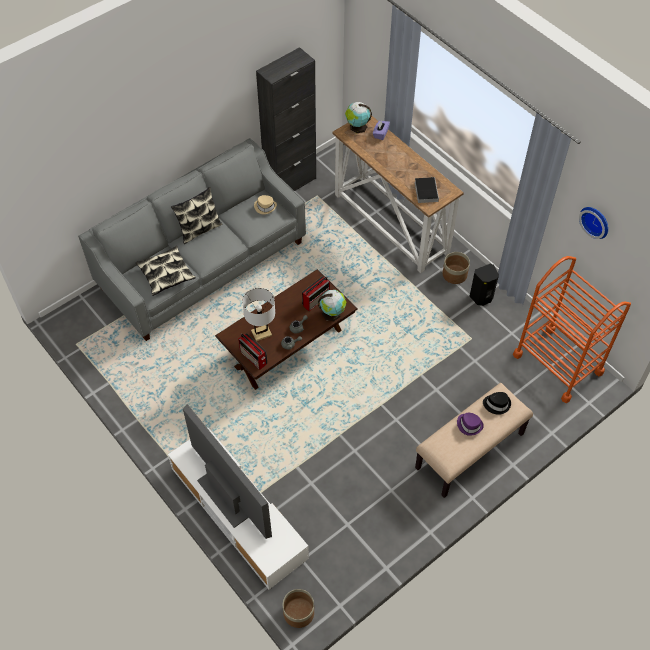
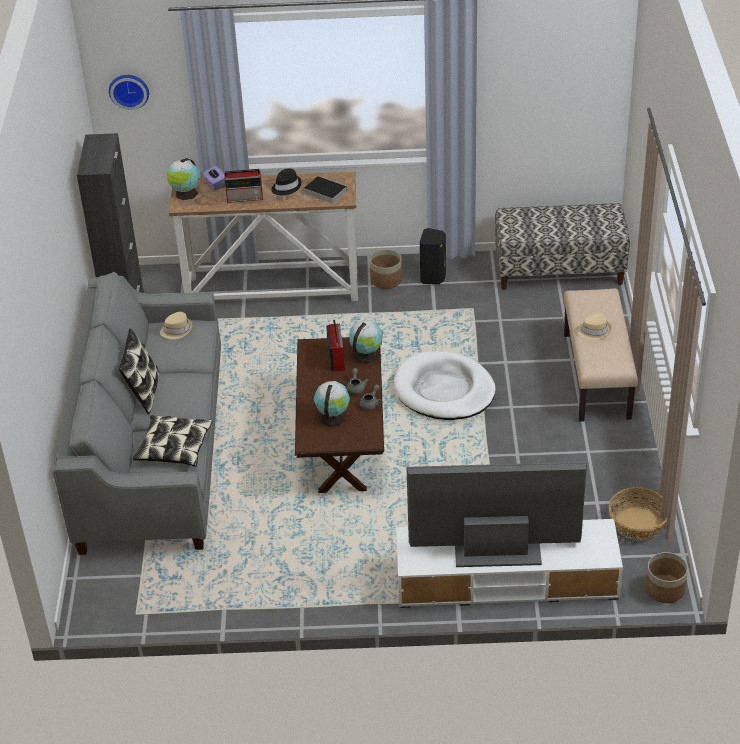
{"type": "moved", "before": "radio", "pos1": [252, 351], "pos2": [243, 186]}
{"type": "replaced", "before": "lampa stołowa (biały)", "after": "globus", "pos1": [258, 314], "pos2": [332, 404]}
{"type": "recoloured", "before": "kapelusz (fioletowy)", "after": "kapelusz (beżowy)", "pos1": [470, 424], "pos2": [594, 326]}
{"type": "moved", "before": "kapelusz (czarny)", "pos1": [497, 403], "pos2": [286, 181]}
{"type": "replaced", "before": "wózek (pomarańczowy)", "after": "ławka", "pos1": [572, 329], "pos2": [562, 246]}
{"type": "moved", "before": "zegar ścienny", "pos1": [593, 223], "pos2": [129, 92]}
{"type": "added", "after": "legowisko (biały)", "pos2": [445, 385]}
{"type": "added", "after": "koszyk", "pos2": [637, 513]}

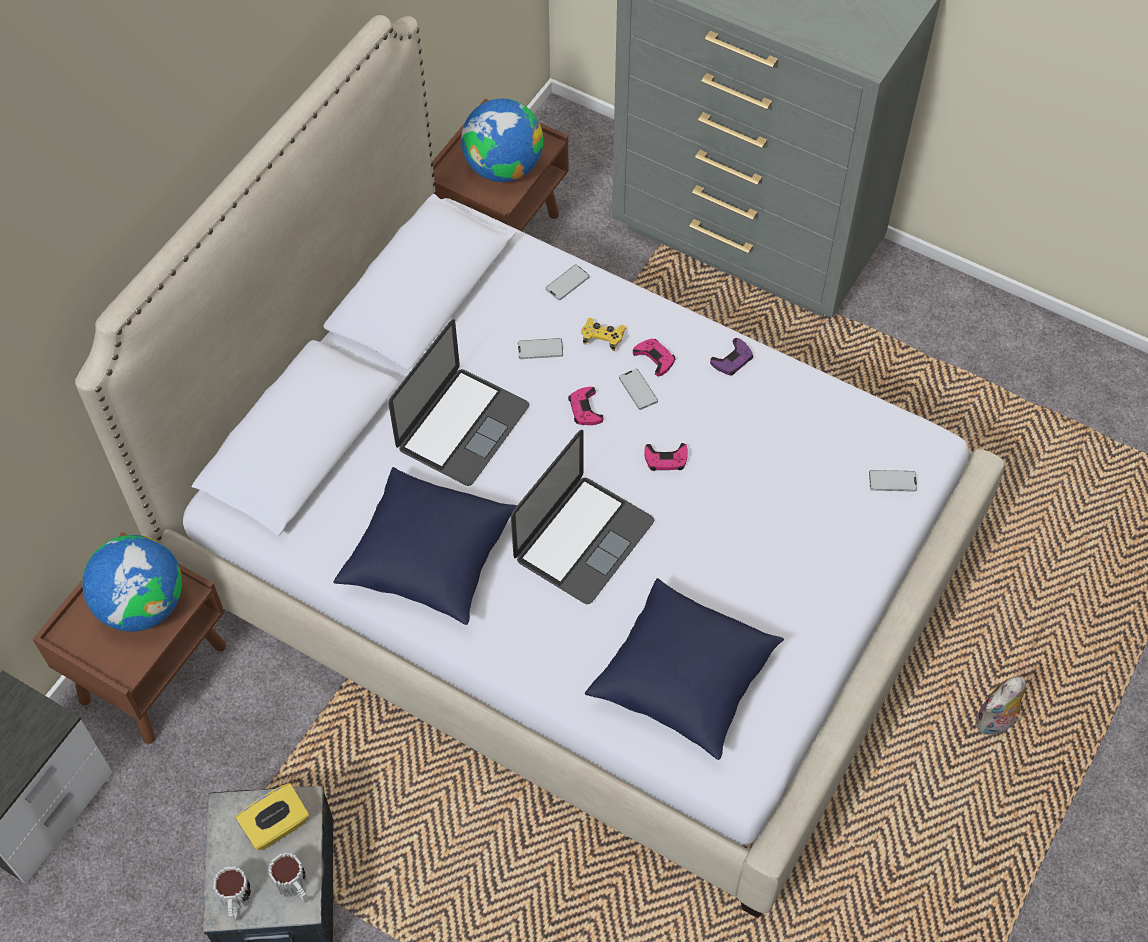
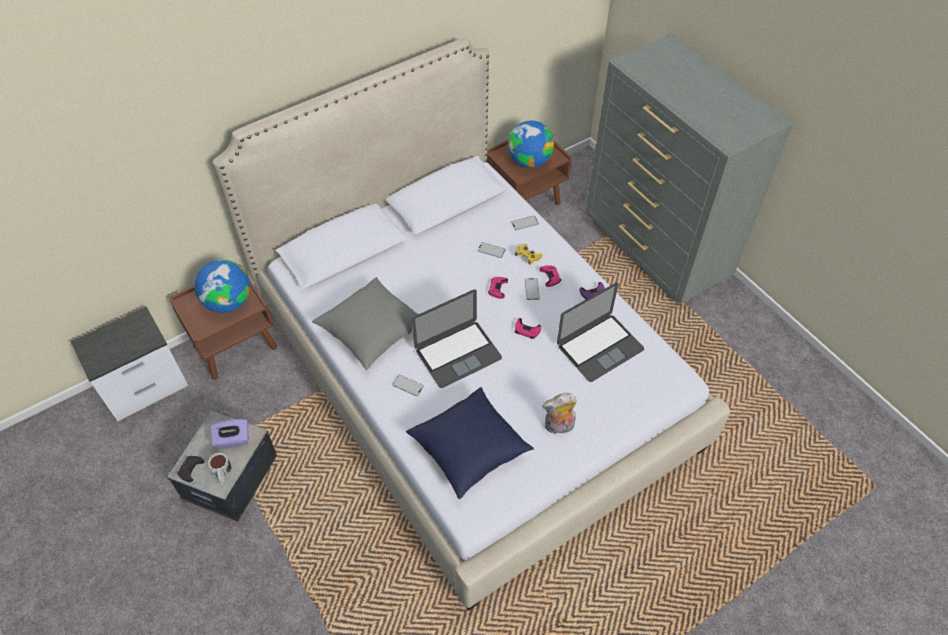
{"type": "replaced", "before": "kubek", "after": "pad do gier (czarny)", "pos1": [233, 894], "pos2": [190, 469]}
{"type": "recoloured", "before": "pudełko chusteczek (żółty)", "after": "pudełko chusteczek (fioletowy)", "pos1": [272, 816], "pos2": [229, 434]}
{"type": "recoloured", "before": "poduszka (niebieski)", "after": "poduszka (szary)", "pos1": [425, 546], "pos2": [365, 323]}
{"type": "moved", "before": "laptop", "pos1": [459, 402], "pos2": [600, 332]}
{"type": "moved", "before": "telefon", "pos1": [893, 481], "pos2": [408, 385]}
{"type": "moved", "before": "pluszak", "pos1": [1000, 706], "pos2": [559, 413]}

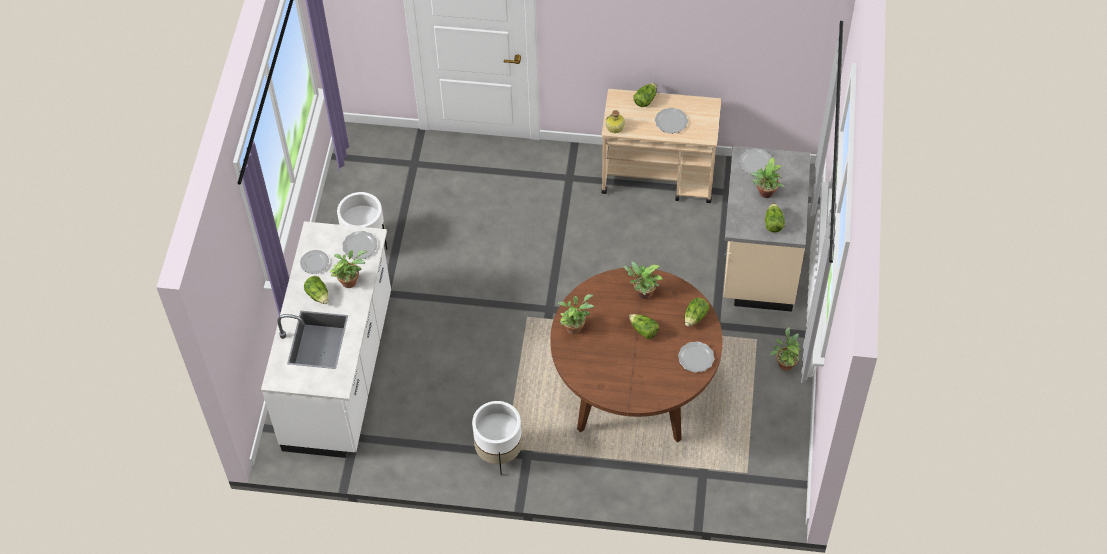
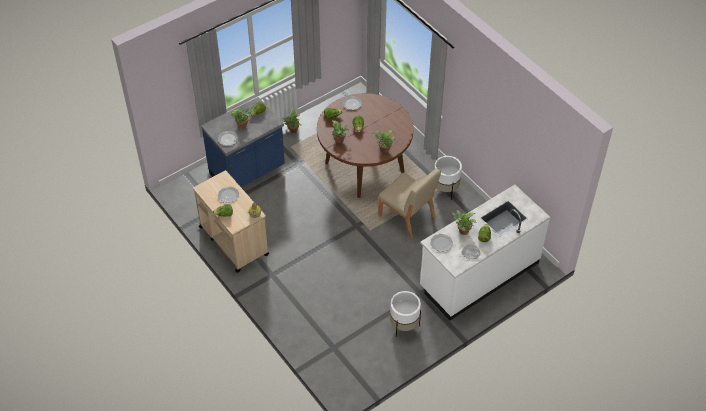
{"type": "recoloured", "before": "zabudowa kuchenna (beżowy)", "after": "zabudowa kuchenna (niebieski)", "pos1": [767, 229], "pos2": [243, 142]}
{"type": "added", "after": "krzesło (beżowy)", "pos2": [409, 204]}

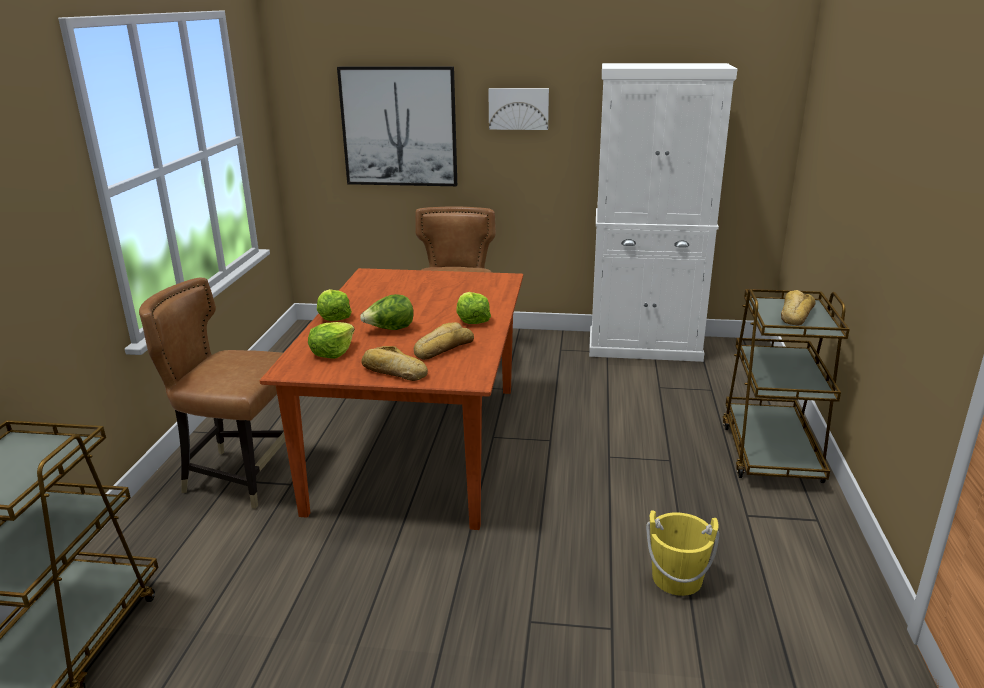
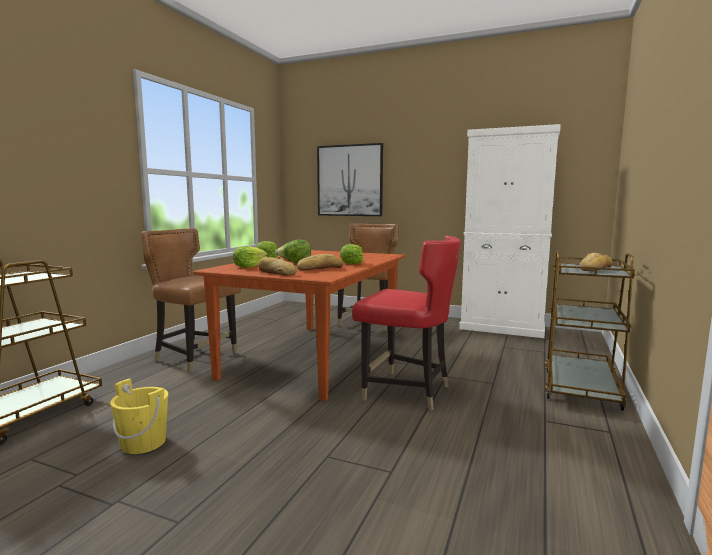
{"type": "removed", "before": "obraz", "pos1": [518, 109]}
{"type": "moved", "before": "wiadro (żółty)", "pos1": [682, 553], "pos2": [139, 416]}
{"type": "added", "after": "krzesło (czerwony)", "pos2": [406, 323]}

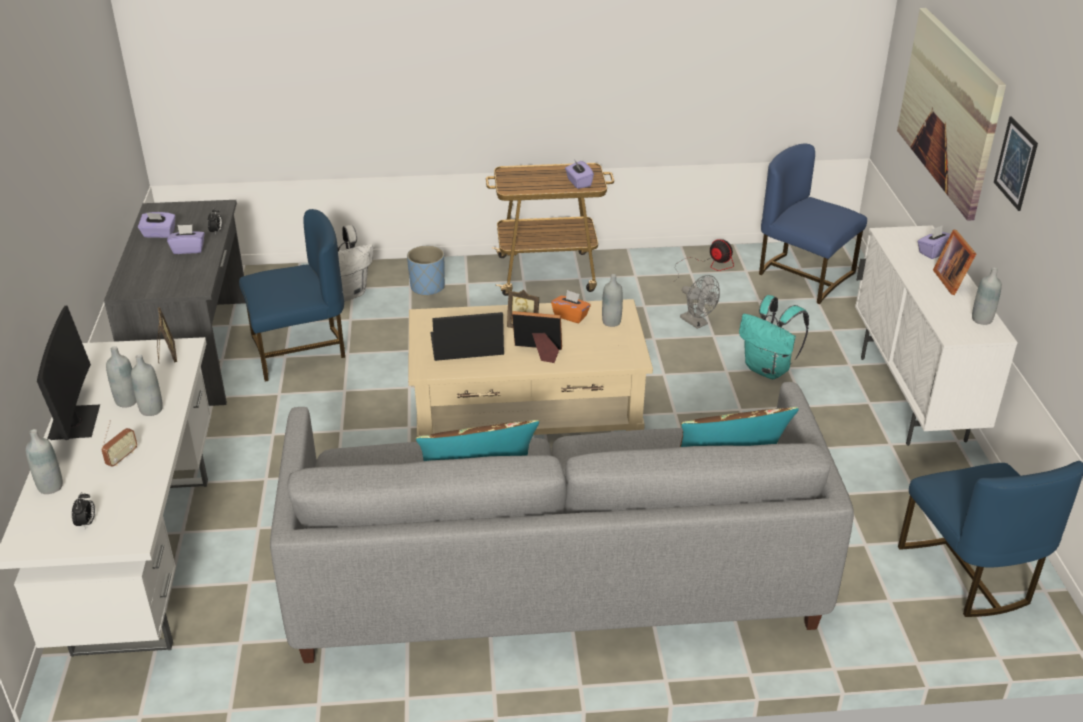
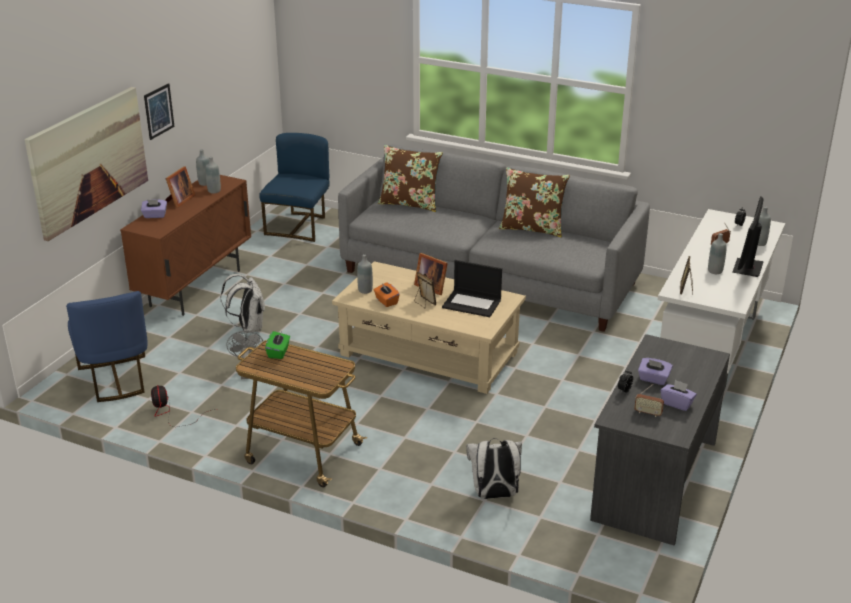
{"type": "moved", "before": "butelka (szary)", "pos1": [147, 385], "pos2": [213, 175]}
{"type": "removed", "before": "krzesło (niebieski)", "pos1": [292, 295]}
{"type": "removed", "before": "donica (niebieski)", "pos1": [426, 271]}
{"type": "recoloured", "before": "pudełko chusteczek (fioletowy)", "after": "pudełko chusteczek (zielony)", "pos1": [579, 174], "pos2": [277, 345]}
{"type": "recoloured", "before": "plecak (turkusowy)", "after": "plecak (biały)", "pos1": [774, 337], "pos2": [242, 303]}
{"type": "recoloured", "before": "szafka (biały)", "after": "szafka (brązowy)", "pos1": [936, 335], "pos2": [185, 245]}
{"type": "added", "after": "radio", "pos2": [649, 400]}

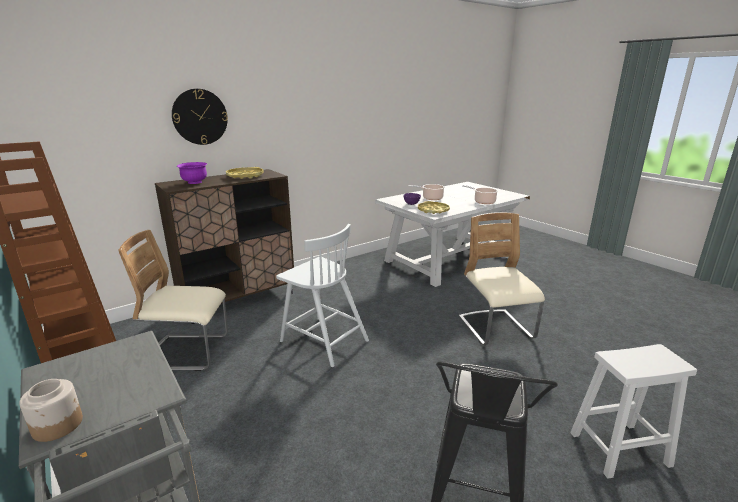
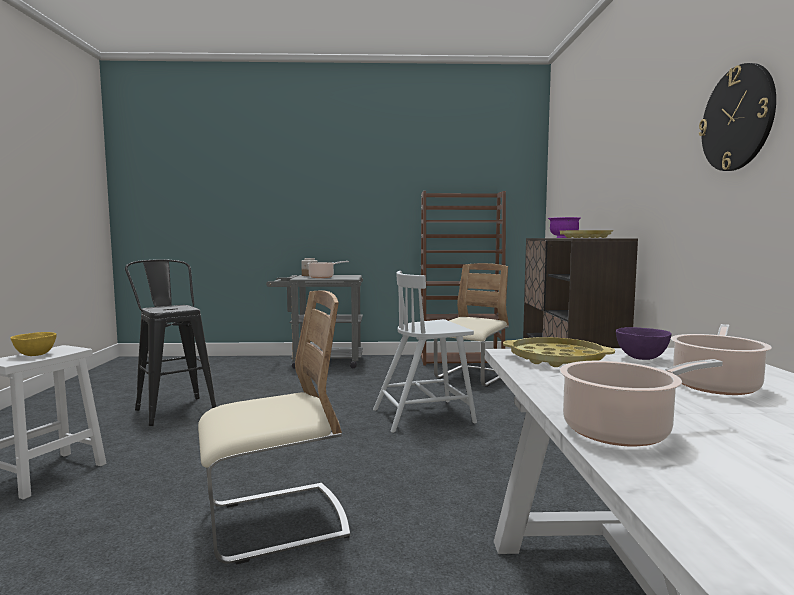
{"type": "moved", "before": "zegar ścienny", "pos1": [200, 117], "pos2": [737, 117]}
{"type": "turned", "before": "krzesło (beżowy)", "pos1": [502, 278], "pos2": [274, 427], "turn": -45}
{"type": "added", "after": "miska (żółty)", "pos2": [33, 344]}
{"type": "added", "after": "garnek", "pos2": [328, 269]}

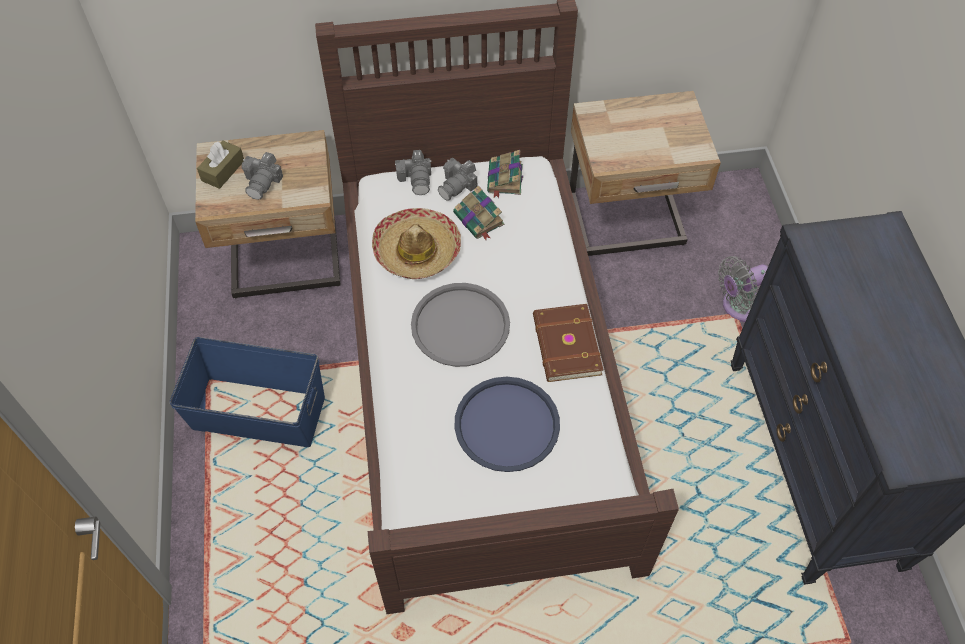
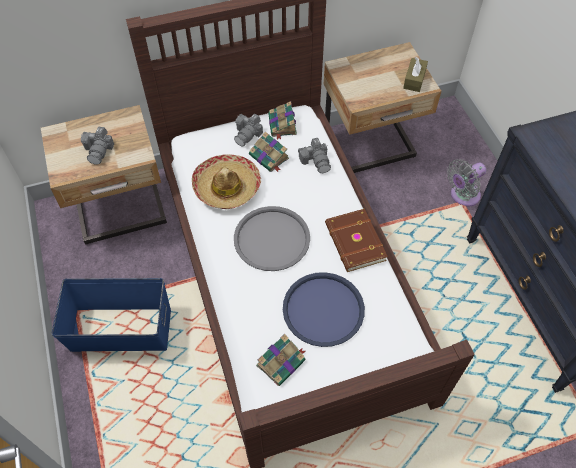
{"type": "moved", "before": "pudełko chusteczek (brązowy)", "pos1": [220, 164], "pos2": [415, 74]}
{"type": "moved", "before": "aparat fotograficzny", "pos1": [413, 172], "pos2": [314, 155]}
{"type": "added", "after": "książka", "pos2": [280, 360]}

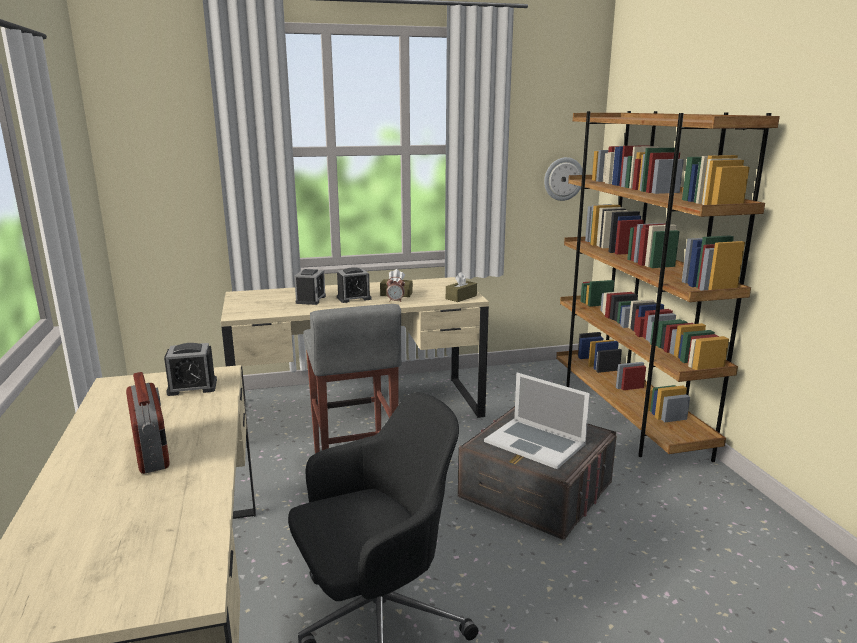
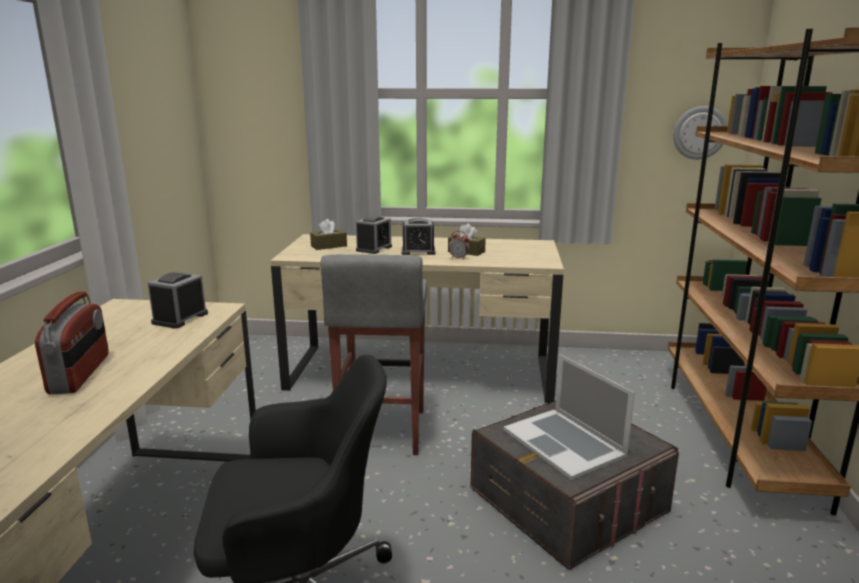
{"type": "turned", "before": "budzik", "pos1": [190, 369], "pos2": [177, 300], "turn": 105}
{"type": "moved", "before": "pudełko chusteczek (brązowy)", "pos1": [461, 287], "pos2": [328, 234]}

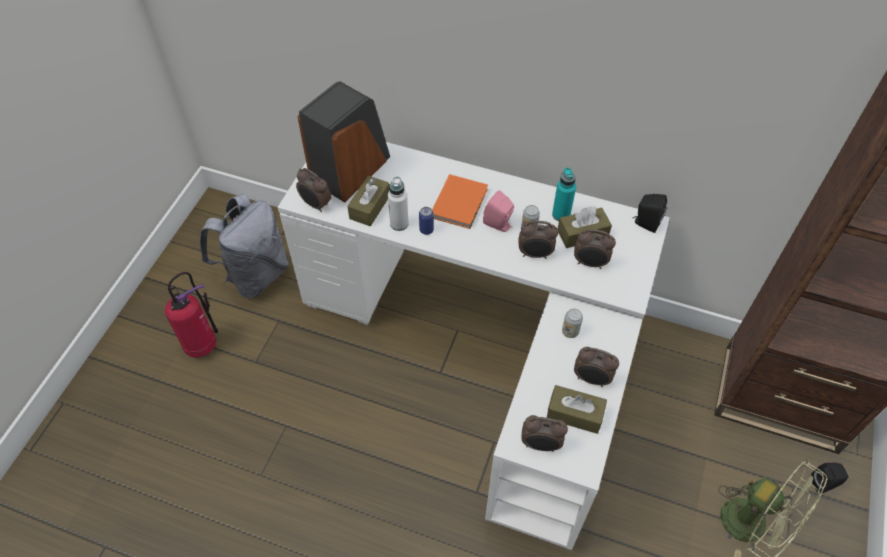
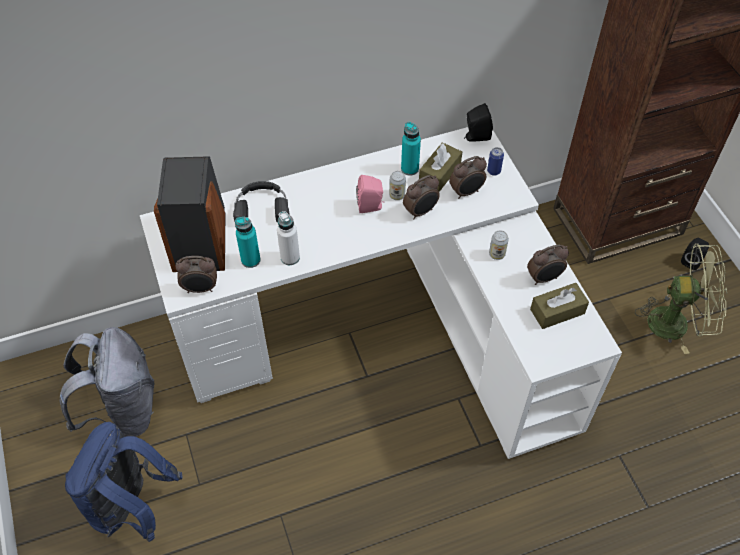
{"type": "replaced", "before": "gaśnica", "after": "plecak (niebieski)", "pos1": [191, 315], "pos2": [124, 482]}
{"type": "replaced", "before": "pudełko chusteczek (brązowy)", "after": "butelka (turkusowy)", "pos1": [368, 201], "pos2": [248, 242]}
{"type": "moved", "before": "puszka", "pos1": [426, 221], "pos2": [495, 161]}
{"type": "removed", "before": "książka (pomarańczowy)", "pos1": [460, 201]}
{"type": "removed", "before": "budzik", "pos1": [545, 433]}
{"type": "added", "after": "słuchawki (czarny)", "pos2": [261, 202]}

